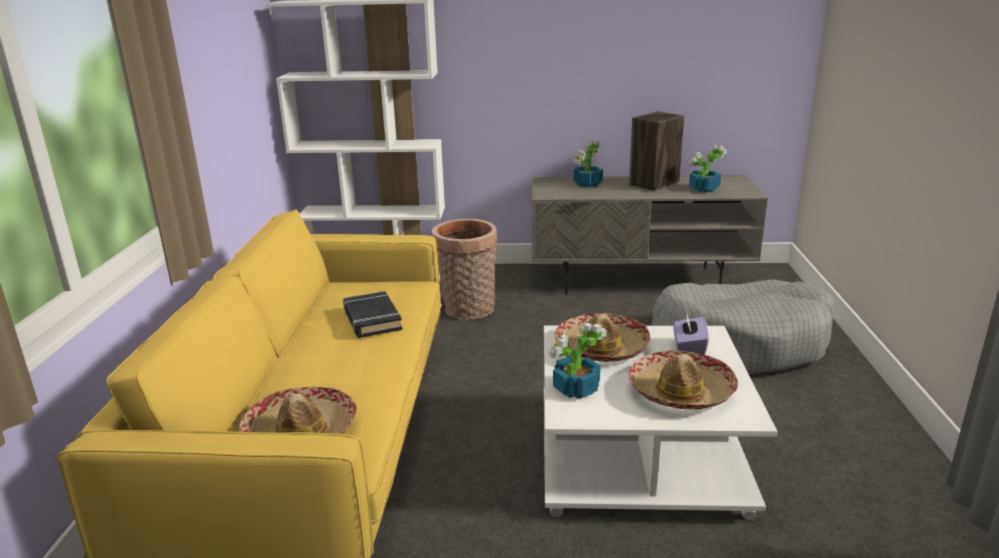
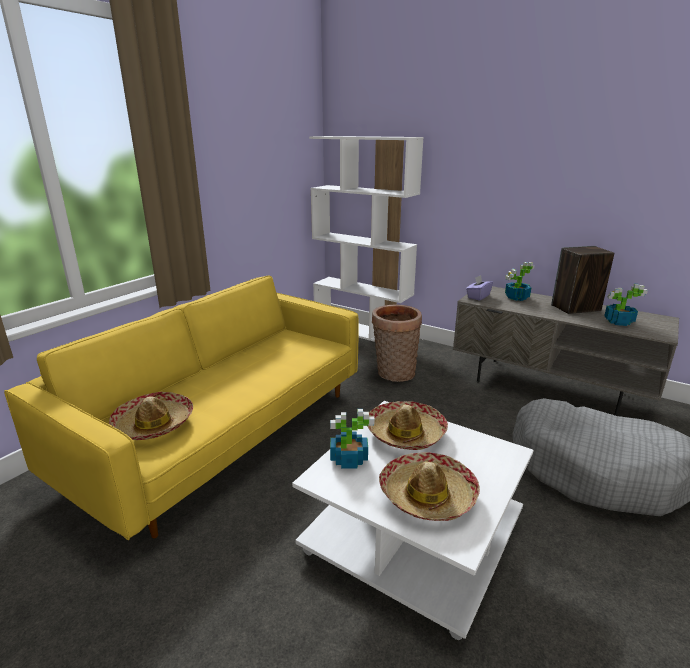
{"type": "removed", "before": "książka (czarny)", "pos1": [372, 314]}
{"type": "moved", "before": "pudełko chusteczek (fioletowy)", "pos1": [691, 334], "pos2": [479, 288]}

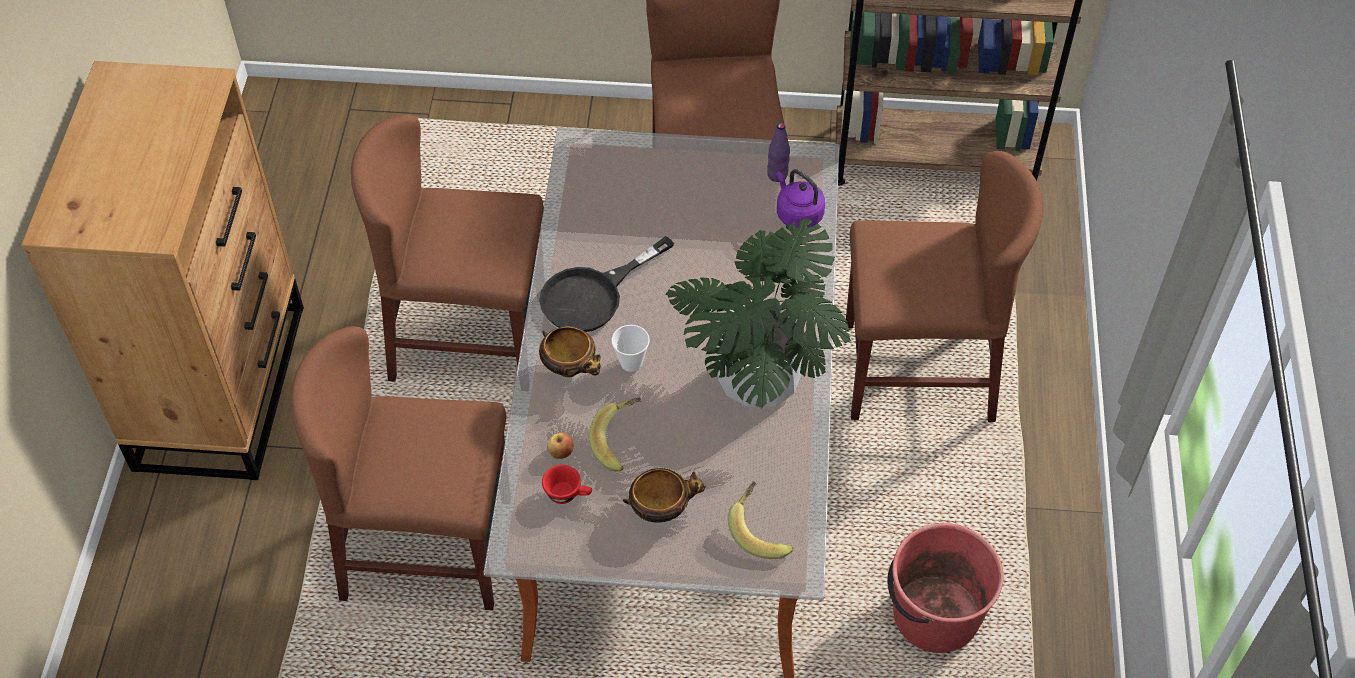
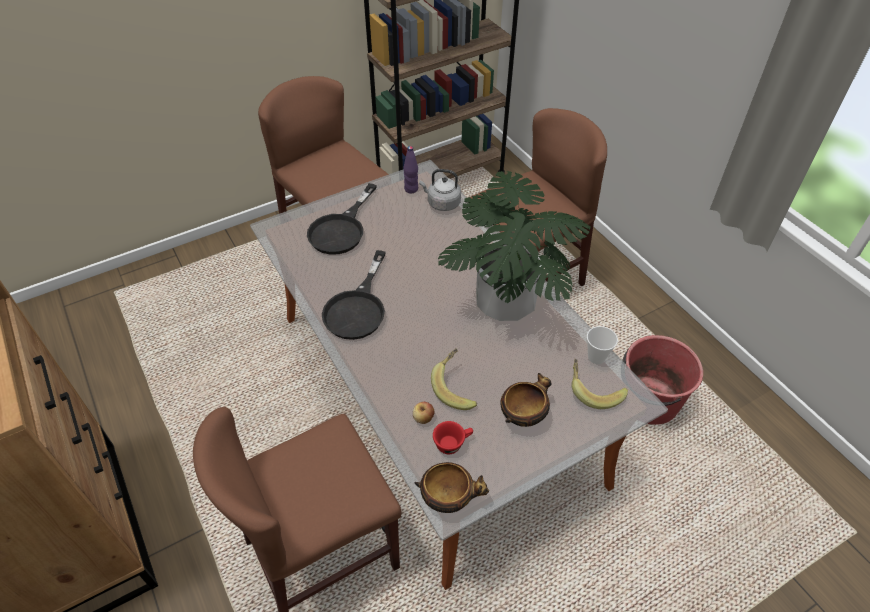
{"type": "removed", "before": "krzesło (brązowy)", "pos1": [447, 248]}
{"type": "moved", "before": "miska", "pos1": [570, 351], "pos2": [452, 487]}
{"type": "moved", "before": "filiżanka", "pos1": [630, 348], "pos2": [602, 345]}
{"type": "recoloured", "before": "czajnik (fioletowy)", "after": "czajnik (szary)", "pos1": [800, 198], "pos2": [440, 190]}
{"type": "added", "after": "patelnia (czarny)", "pos2": [342, 219]}

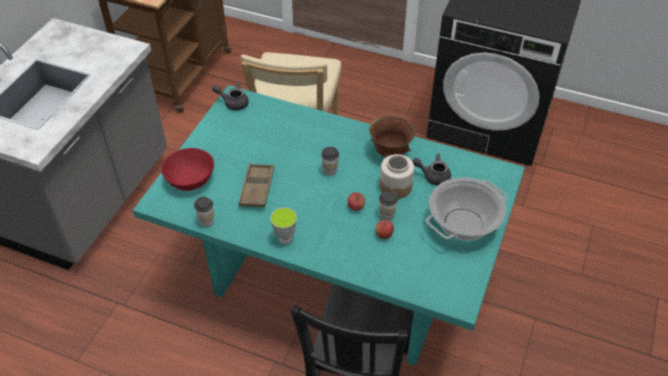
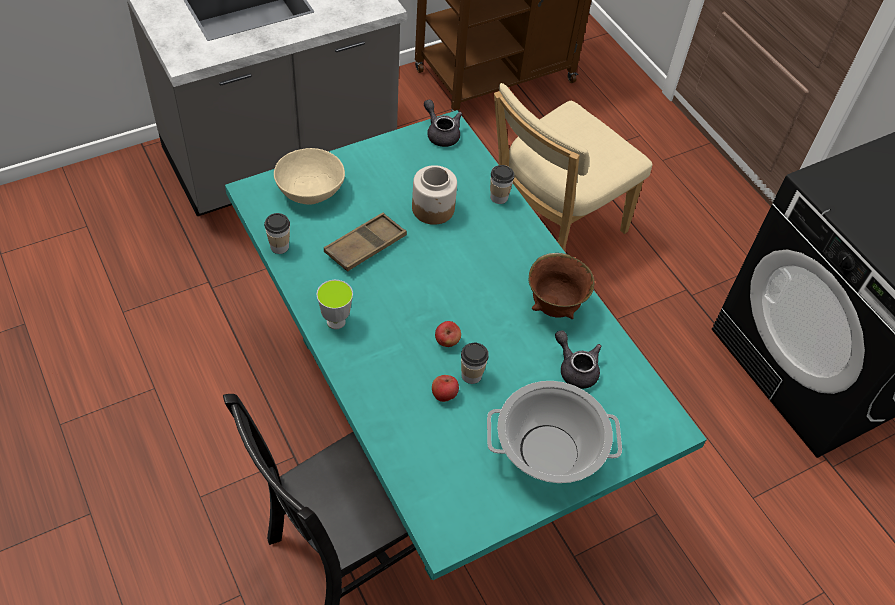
{"type": "recoloured", "before": "miska (czerwony)", "after": "miska (beżowy)", "pos1": [187, 169], "pos2": [309, 176]}
{"type": "moved", "before": "filiżanka", "pos1": [330, 161], "pos2": [502, 184]}
{"type": "moved", "before": "słoik", "pos1": [397, 176], "pos2": [434, 195]}

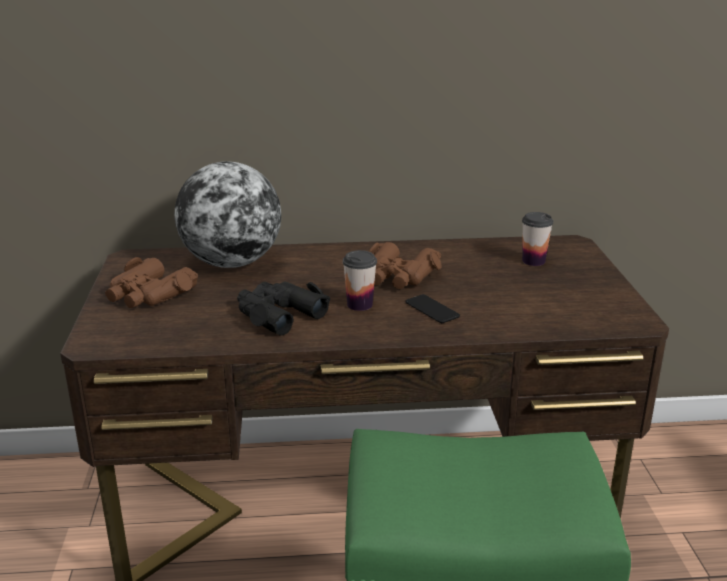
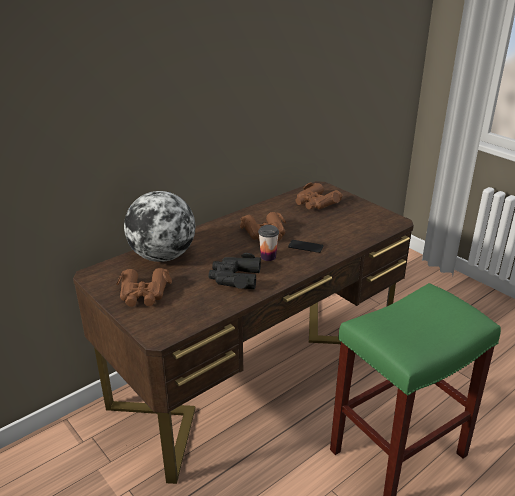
{"type": "replaced", "before": "filiżanka", "after": "lornetka (brązowy)", "pos1": [537, 239], "pos2": [319, 195]}

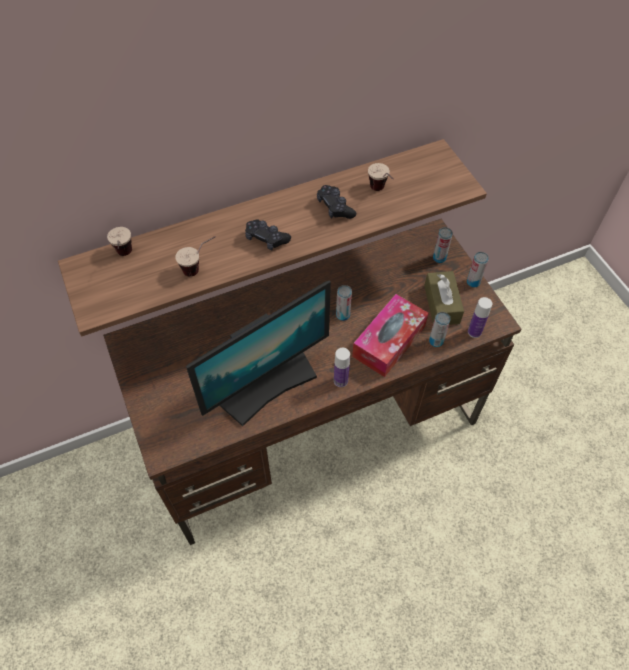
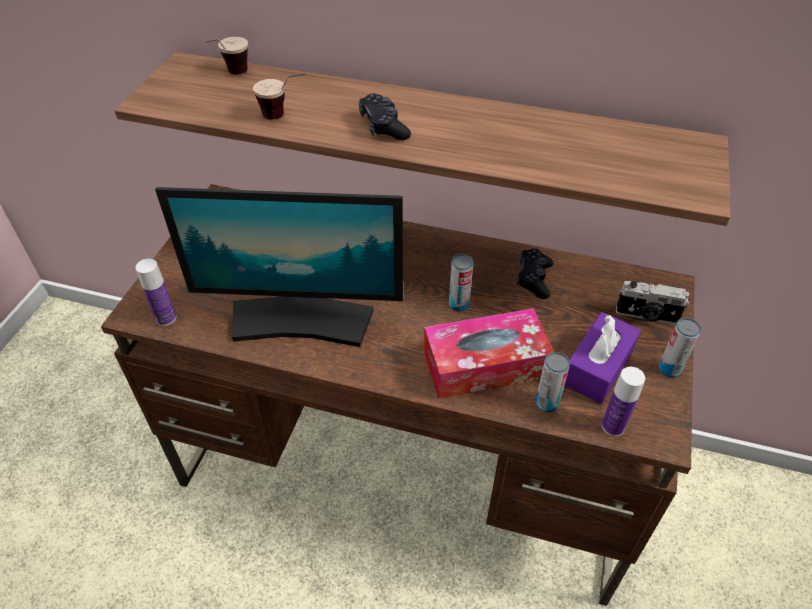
{"type": "moved", "before": "pad do gier (czarny)", "pos1": [336, 202], "pos2": [535, 273]}
{"type": "moved", "before": "butelka", "pos1": [342, 367], "pos2": [155, 292]}
{"type": "removed", "before": "filiżanka", "pos1": [381, 177]}
{"type": "recoloured", "before": "pudełko chusteczek (brązowy)", "after": "pudełko chusteczek (fioletowy)", "pos1": [444, 298], "pos2": [602, 358]}
{"type": "replaced", "before": "puszka", "after": "aparat fotograficzny", "pos1": [443, 245], "pos2": [652, 302]}

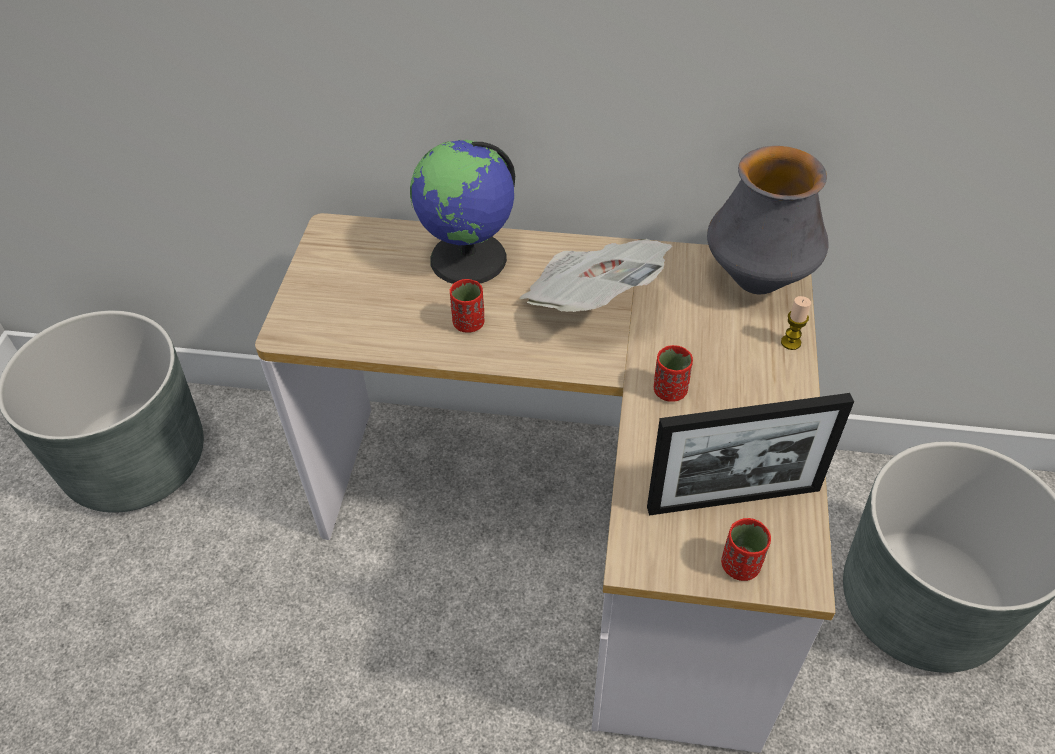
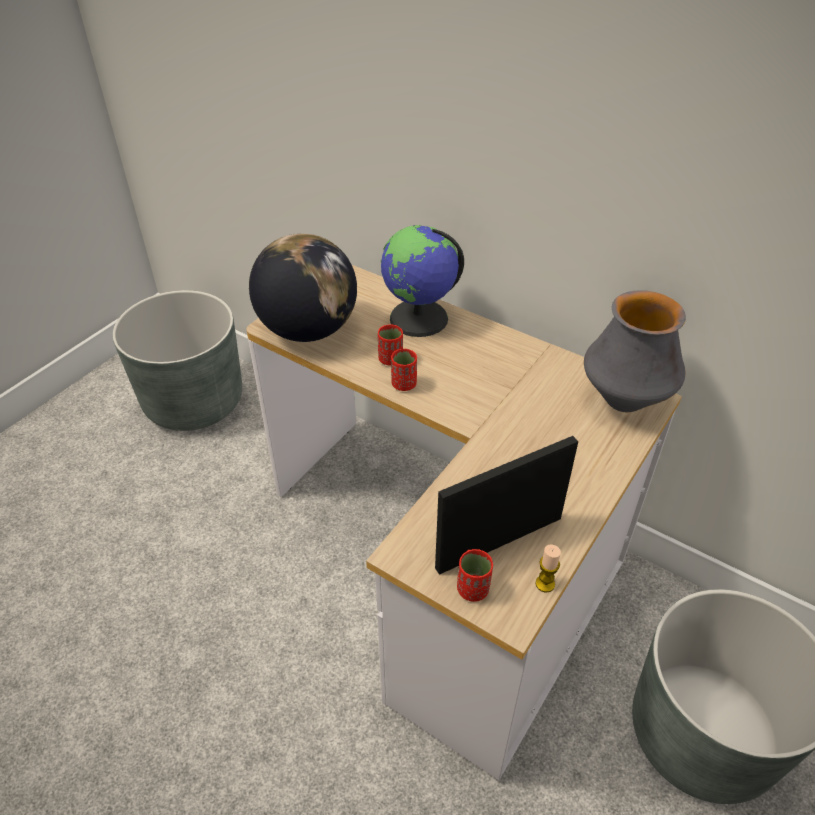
{"type": "removed", "before": "gazeta", "pos1": [595, 275]}
{"type": "turned", "before": "ramka na zdjęcie", "pos1": [750, 454], "pos2": [506, 505], "turn": 135}
{"type": "moved", "before": "filiżanka (czerwony)", "pos1": [673, 373], "pos2": [404, 370]}
{"type": "moved", "before": "świeca", "pos1": [796, 323], "pos2": [548, 568]}
{"type": "added", "after": "globus", "pos2": [303, 287]}

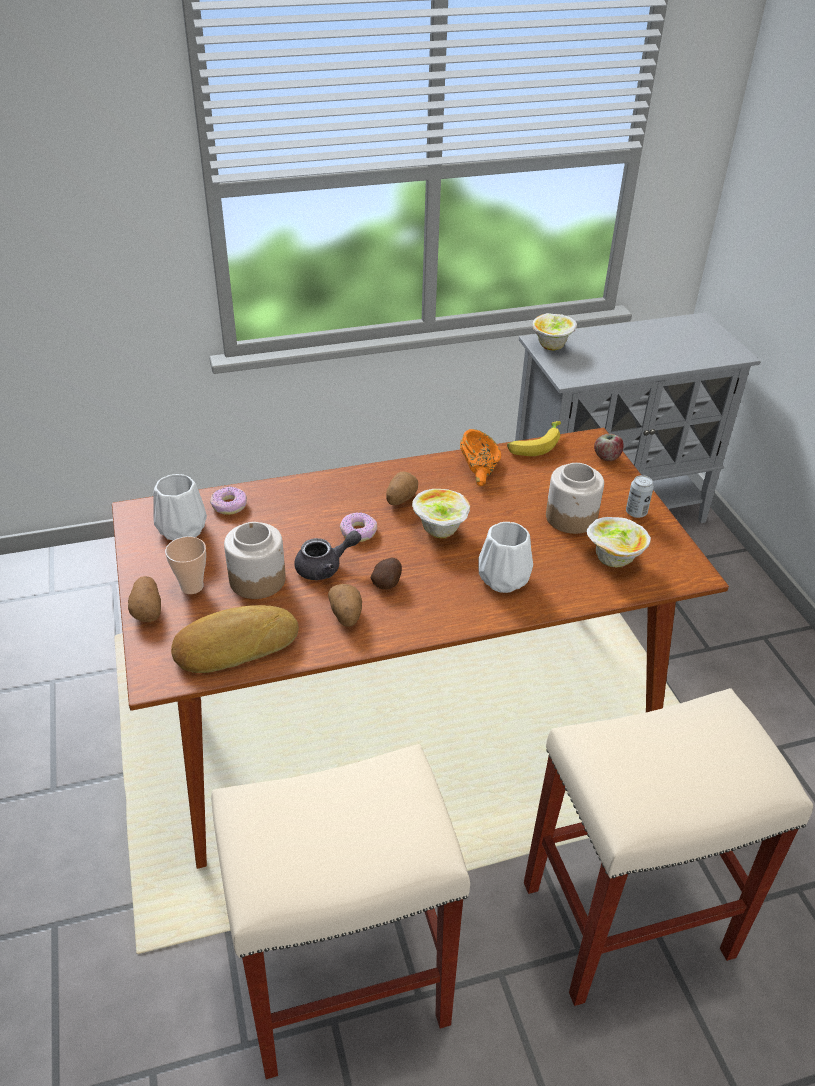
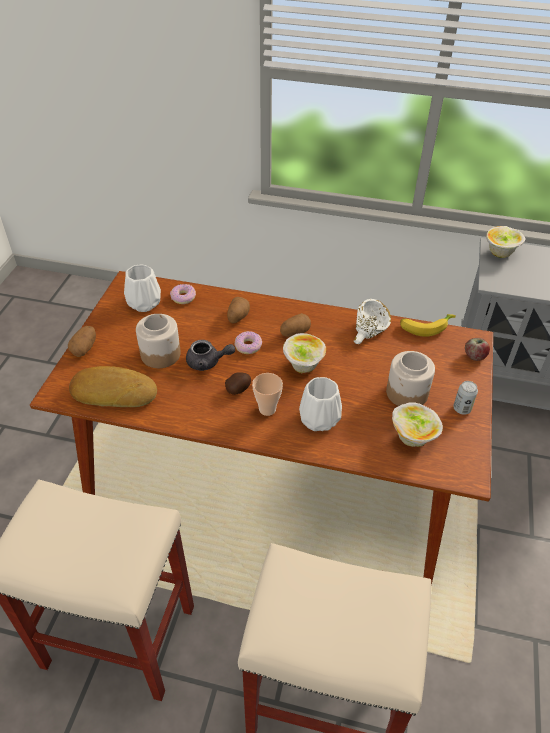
{"type": "moved", "before": "filiżanka", "pos1": [185, 565], "pos2": [267, 394]}
{"type": "moved", "before": "ziemniak", "pos1": [345, 605], "pos2": [238, 310]}
{"type": "recoloured", "before": "miska (pomarańczowy)", "after": "miska (biały)", "pos1": [480, 457], "pos2": [372, 321]}

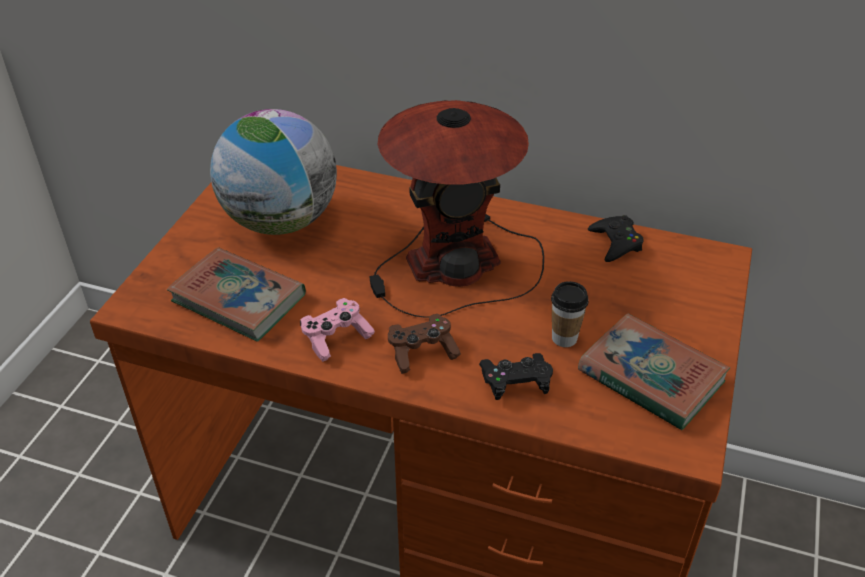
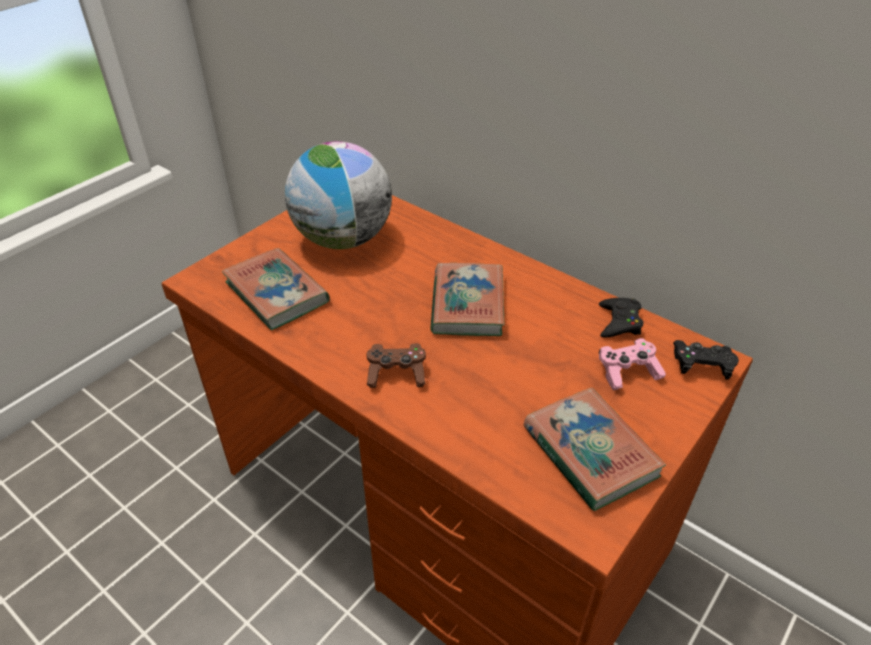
{"type": "moved", "before": "pad do gier (różowy)", "pos1": [337, 330], "pos2": [632, 364]}
{"type": "replaced", "before": "lampa stołowa", "after": "książka", "pos1": [457, 209], "pos2": [467, 299]}
{"type": "moved", "before": "pad do gier (czarny)", "pos1": [516, 376], "pos2": [706, 360]}
{"type": "removed", "before": "filiżanka", "pos1": [569, 314]}

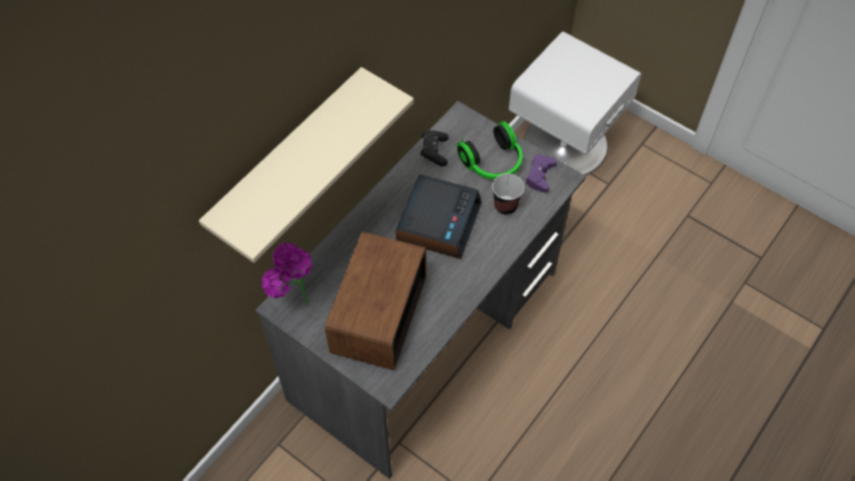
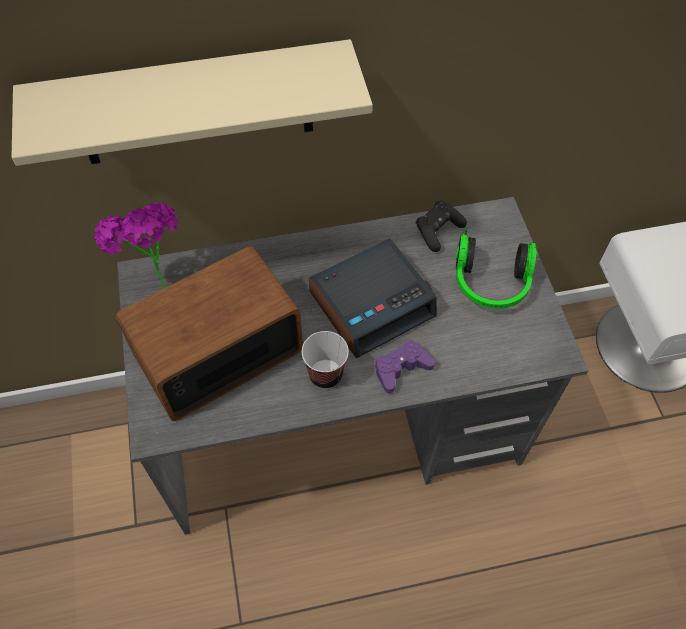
{"type": "moved", "before": "filiżanka", "pos1": [508, 194], "pos2": [325, 360]}
{"type": "moved", "before": "pad do gier (fioletowy)", "pos1": [541, 174], "pos2": [405, 366]}

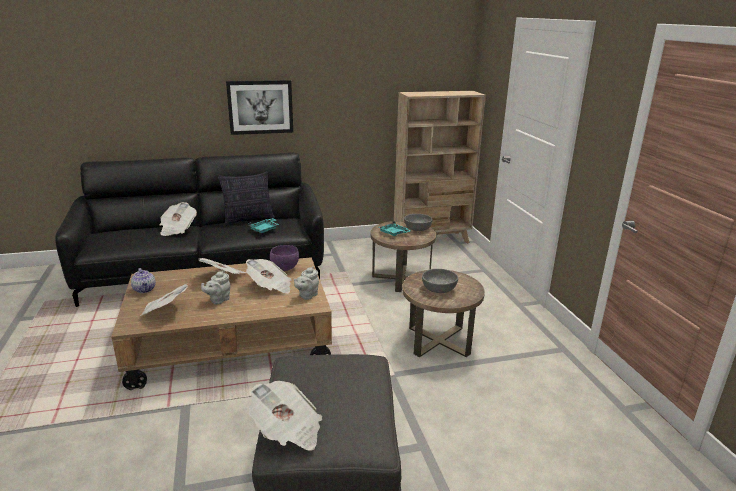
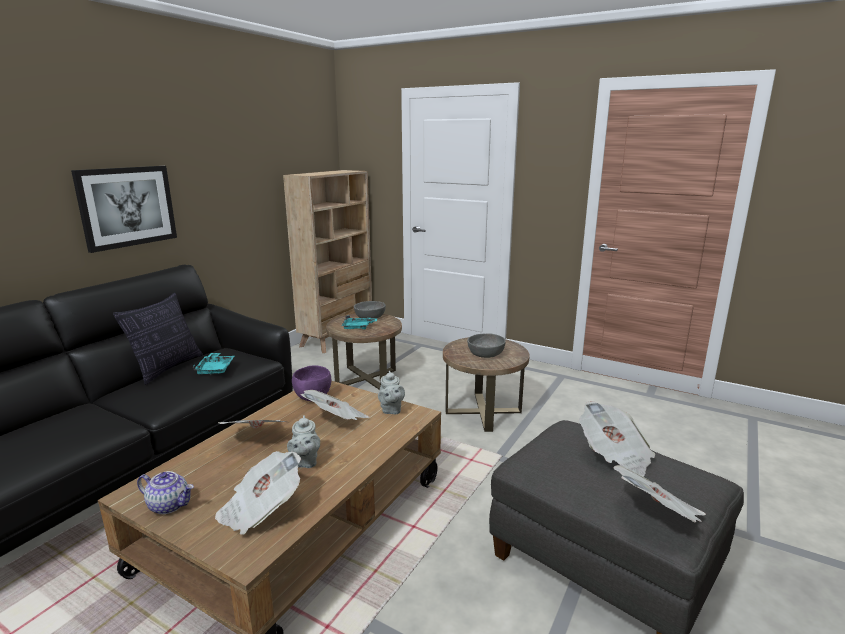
{"type": "moved", "before": "gazeta", "pos1": [178, 219], "pos2": [617, 439]}

